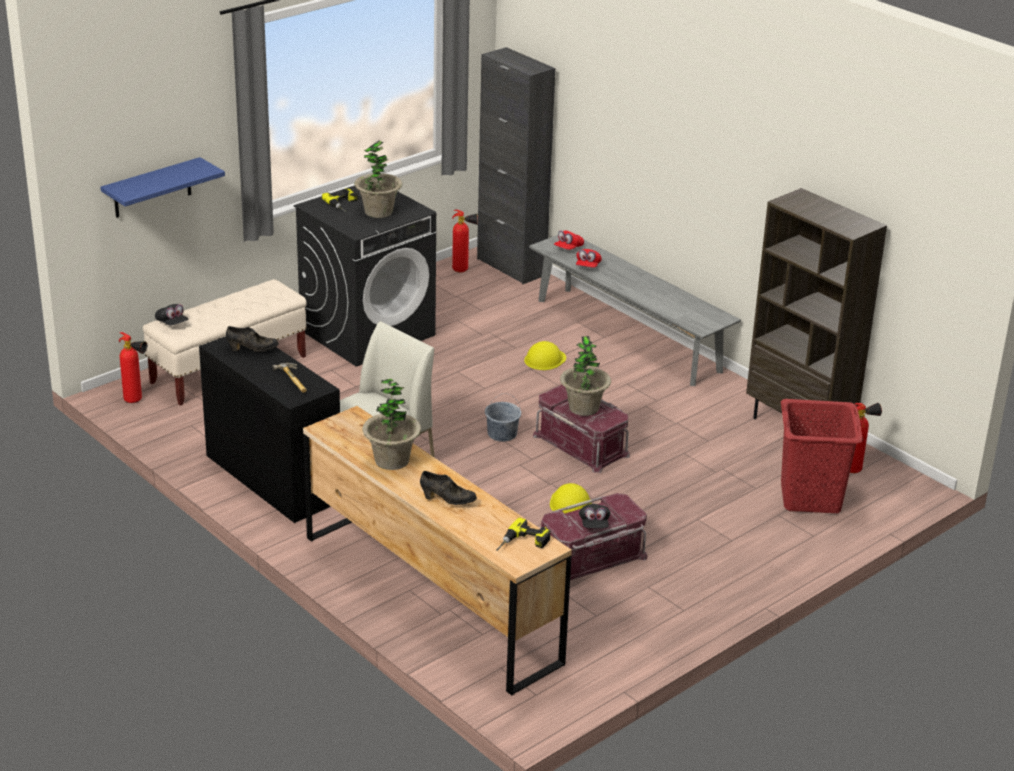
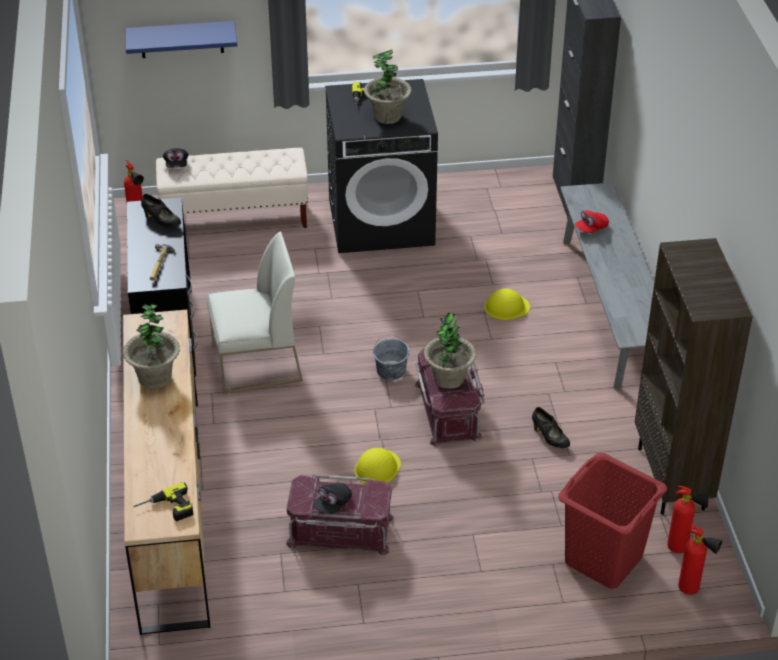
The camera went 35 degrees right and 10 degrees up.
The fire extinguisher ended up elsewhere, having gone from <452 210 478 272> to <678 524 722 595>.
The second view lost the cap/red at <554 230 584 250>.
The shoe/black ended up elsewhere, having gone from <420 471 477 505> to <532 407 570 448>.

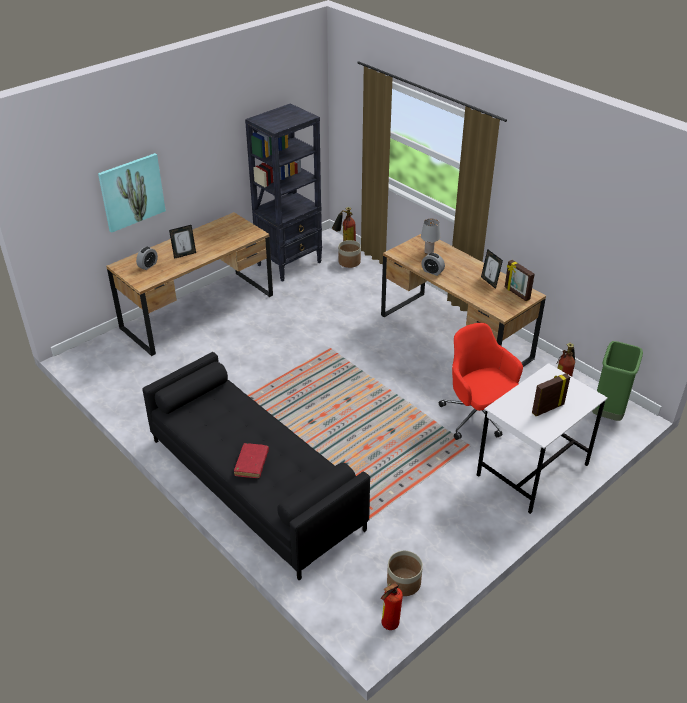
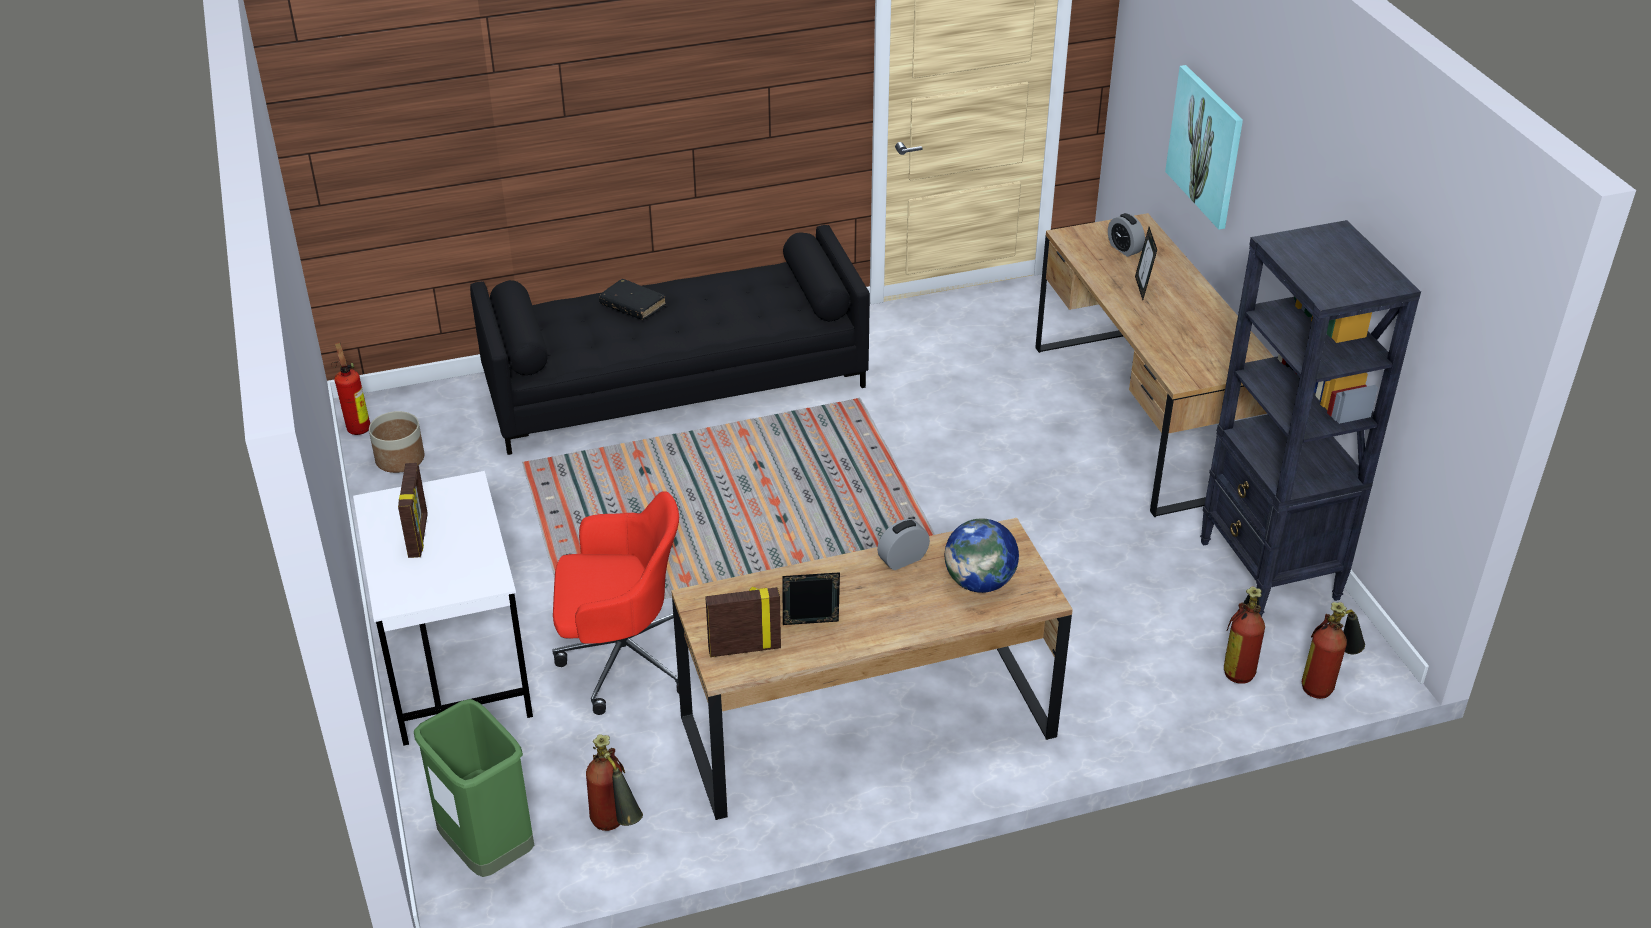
The camera went 115 degrees right and 0 degrees up.
Where the table lamp/grey stood at <421 219 440 254>, the globe came to stand at <945 518 1019 593>.
Where the planter stood at <338 240 361 268>, the fire extinguisher came to stand at <1224 587 1265 684>.
What was the book/red at <234 443 269 478> turned into the book/black at <599 279 666 320>.

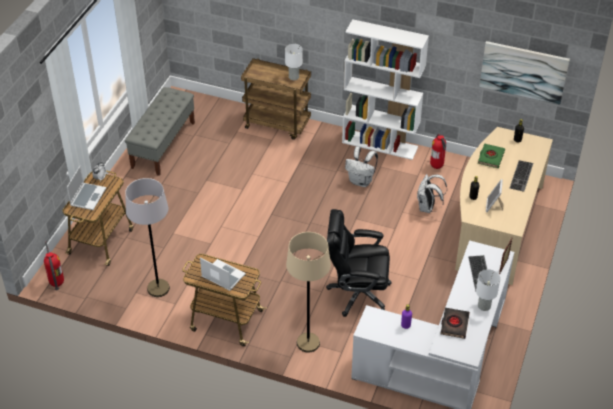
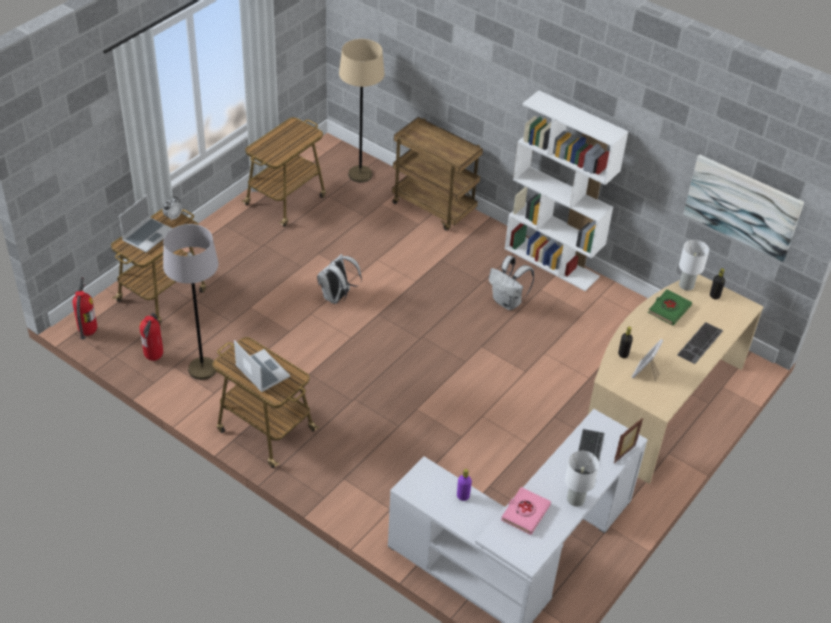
The camera went 15 degrees right and 0 degrees up.
The table lamp/white ended up elsewhere, having gone from <285 44 303 80> to <679 240 709 291>.
Where the bench/grey stood at <125 87 195 176>, the cart came to stand at <242 117 326 227>.
The fire extinguisher ended up elsewhere, having gone from <430 134 446 169> to <140 313 163 361>.
The backpack/white ended up elsewhere, having gone from <417 174 447 213> to <317 254 362 304>.
The second view lost the office chair/black at <326 209 392 317>.
The floor lamp/beige ended up elsewhere, having gone from <286 232 331 353> to <339 39 385 183>.
What was the book/black at <440 308 470 339> turned into the book/pink at <501 487 551 535>.

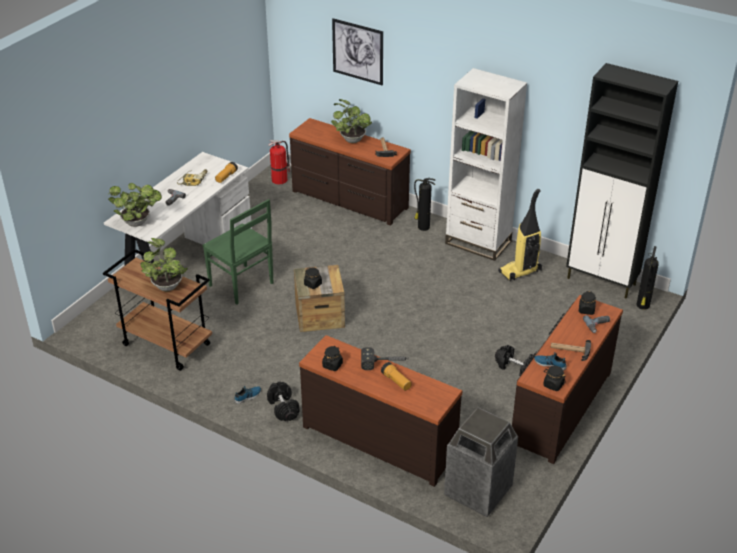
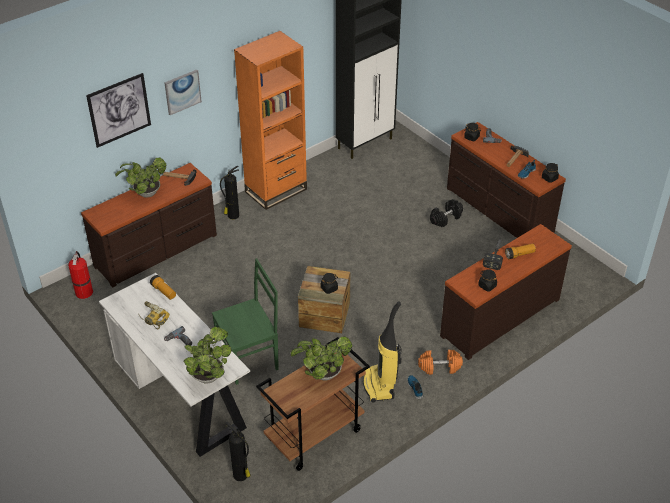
The camera went 70 degrees left and 5 degrees up.
What was the bookcase/white at <445 68 527 261> turned into the bookcase/orange at <234 31 307 210>.
The vacuum cleaner ended up elsewhere, having gone from <498 189 542 281> to <363 301 402 402>.
The fire extinguisher ended up elsewhere, having gone from <637 246 659 310> to <225 422 251 481>.
What was the dumbbell/black at <267 381 299 421> turned into the dumbbell/orange at <418 350 463 375>.
The second view lost the trash can at <444 407 518 517>.
The second view gained the picture at <165 69 202 115>.

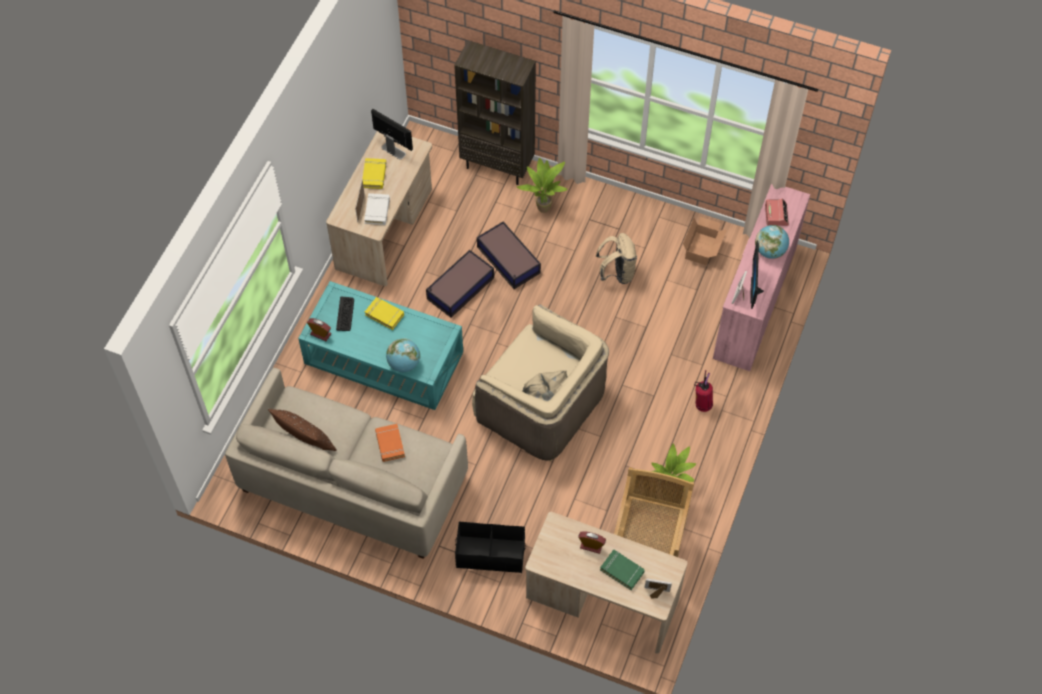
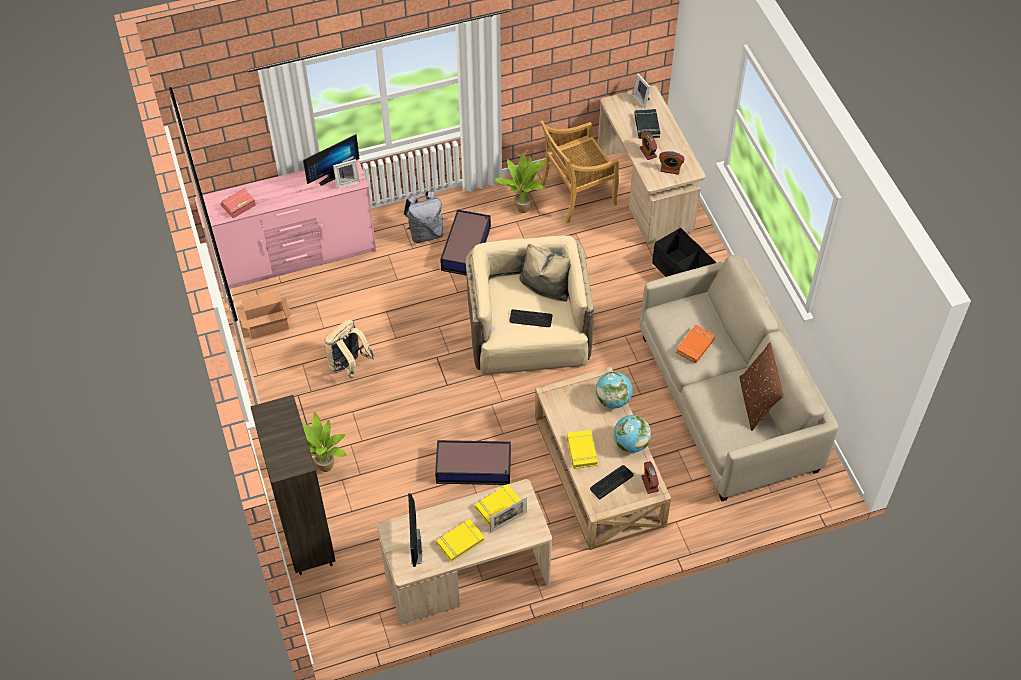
The camera went 130 degrees left and 5 degrees down.
What was the book/white at <364 193 390 225> turned into the book/yellow at <475 484 520 526>.
The storage box ended up elsewhere, having gone from <477 221 541 289> to <440 210 491 275>.
The globe ended up elsewhere, having gone from <755 225 789 259> to <614 415 651 453>.
What was the coffee table/turquoise at <298 281 463 410> turned into the coffee table/beige at <535 367 671 550>.
Where the fire extinguisher stood at <694 370 713 412>, the backpack/grey came to stand at <404 191 443 243>.
What was the book/green at <600 550 645 590> turned into the book/black at <634 109 660 139>.
The second view gained the alarm clock at <659 151 684 175>.
The second view gained the keyboard at <510 309 552 327>.

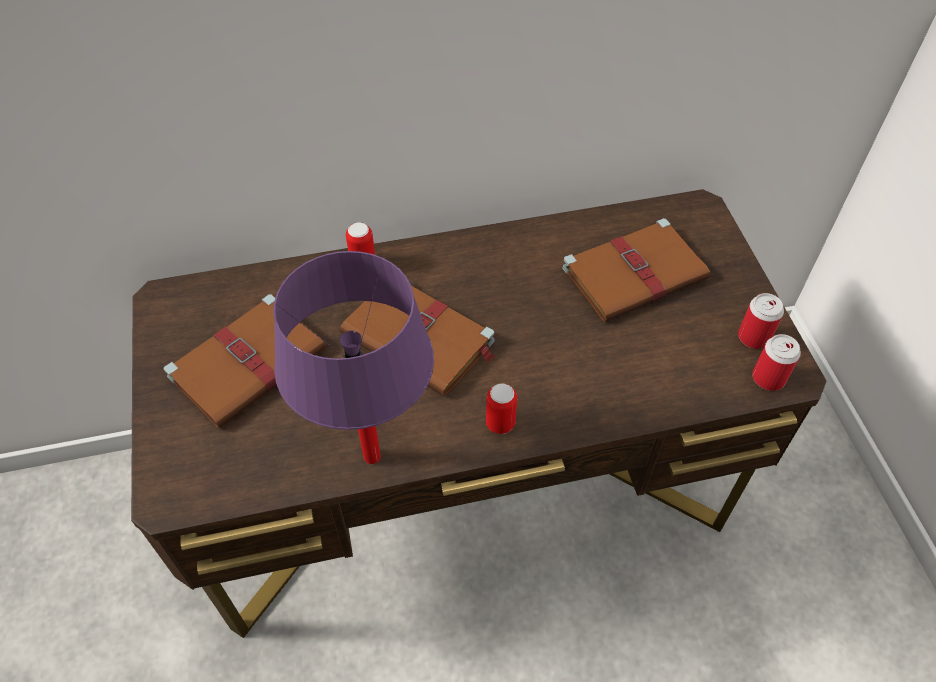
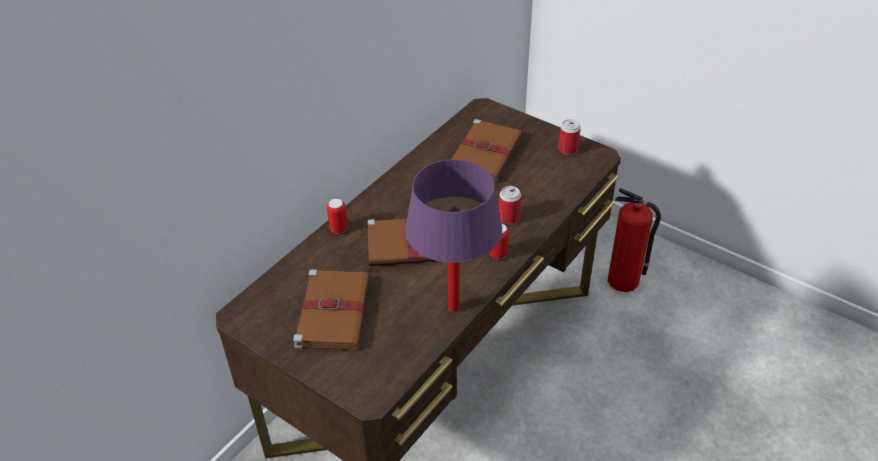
The camera went 40 degrees left and 10 degrees down.
The can ended up elsewhere, having gone from <752 334 801 391> to <499 186 521 224>.
The second view gained the fire extinguisher at <608 188 661 292>.

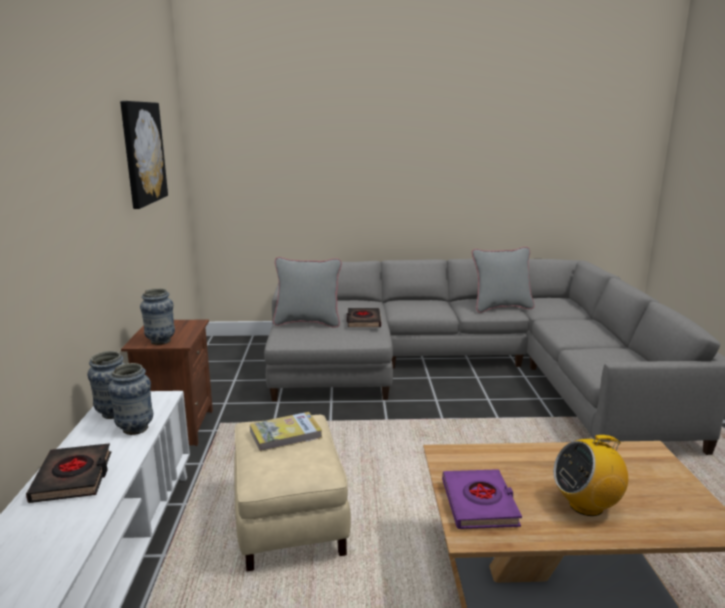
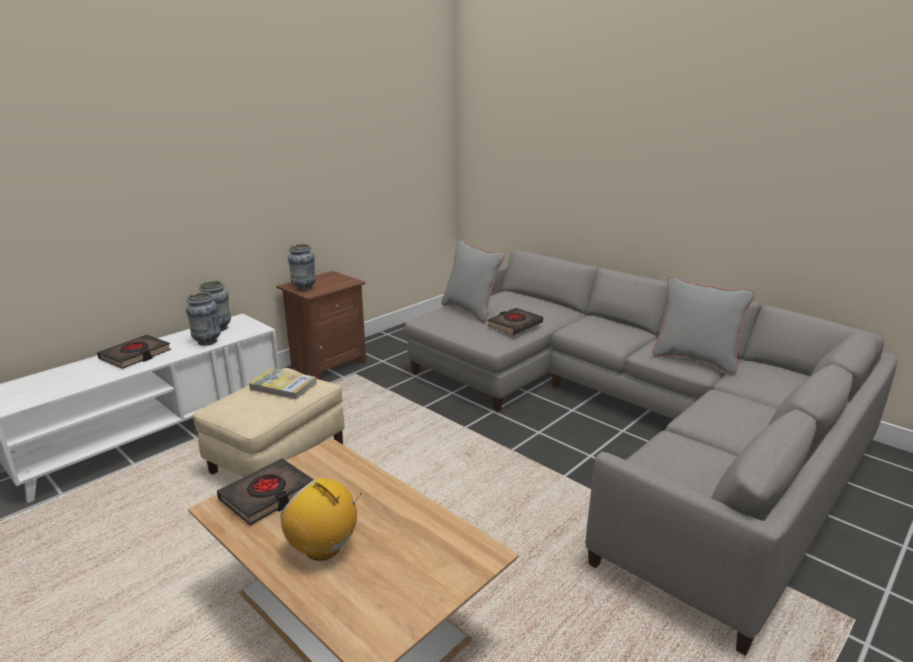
The camera went 45 degrees right and 5 degrees up.
The second view lost the picture at <120 101 168 209>.
What was the book/purple at <442 469 522 529> turned into the book/black at <217 458 314 525>.

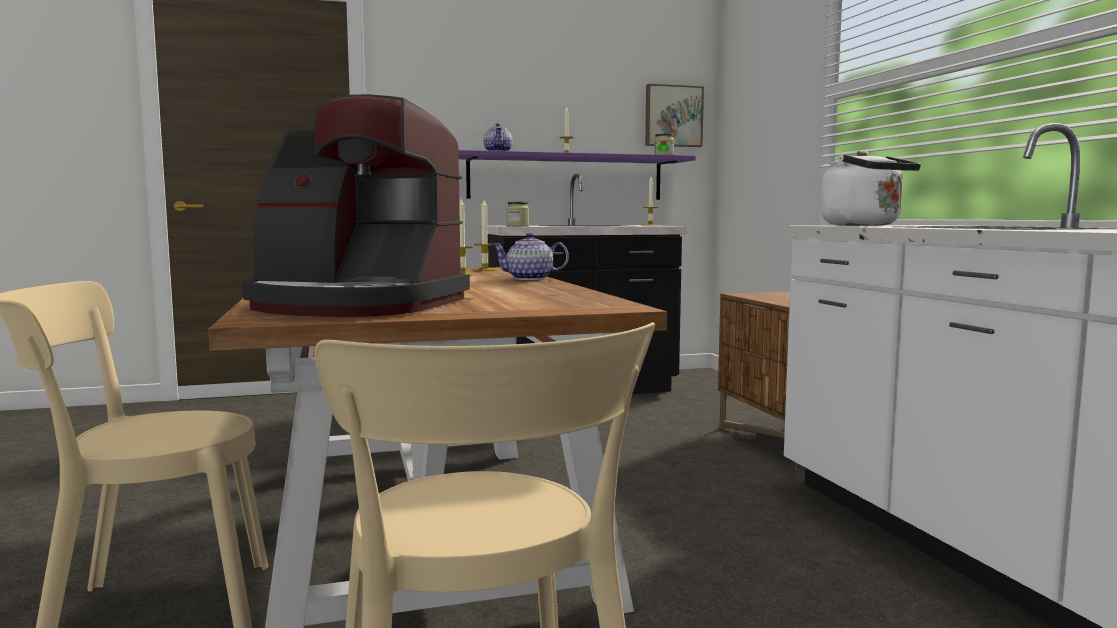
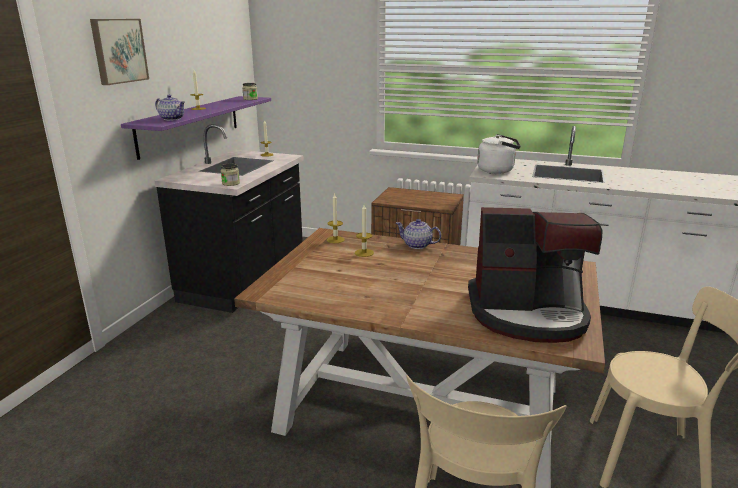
The camera went 55 degrees left and 15 degrees up.
The picture ended up elsewhere, having gone from <645 84 704 147> to <90 19 149 85>.
The coffee machine at <242 94 470 317> ended up facing another way, 45 degrees clockwise from before.
The teapot at <491 233 569 280> ended up facing another way, 75 degrees clockwise from before.

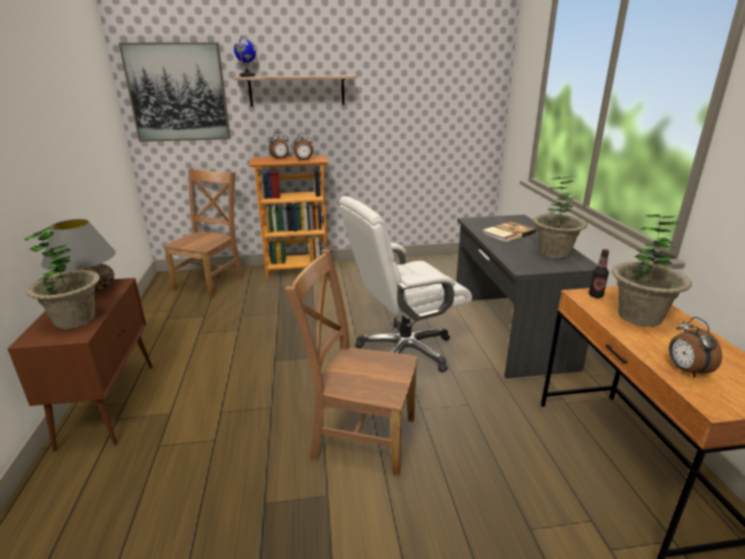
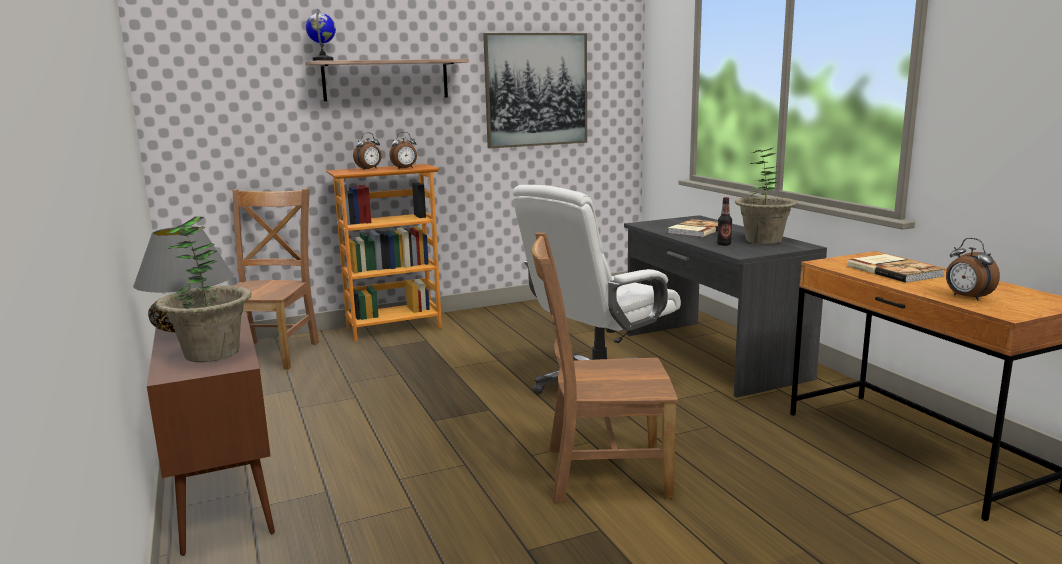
The camera went 15 degrees left and 10 degrees down.
The picture ended up elsewhere, having gone from <119 42 231 142> to <483 33 587 148>.
Where the potted plant stood at <612 214 692 327>, the book came to stand at <847 254 946 283>.
The bottle ended up elsewhere, having gone from <589 249 609 298> to <717 197 732 246>.

